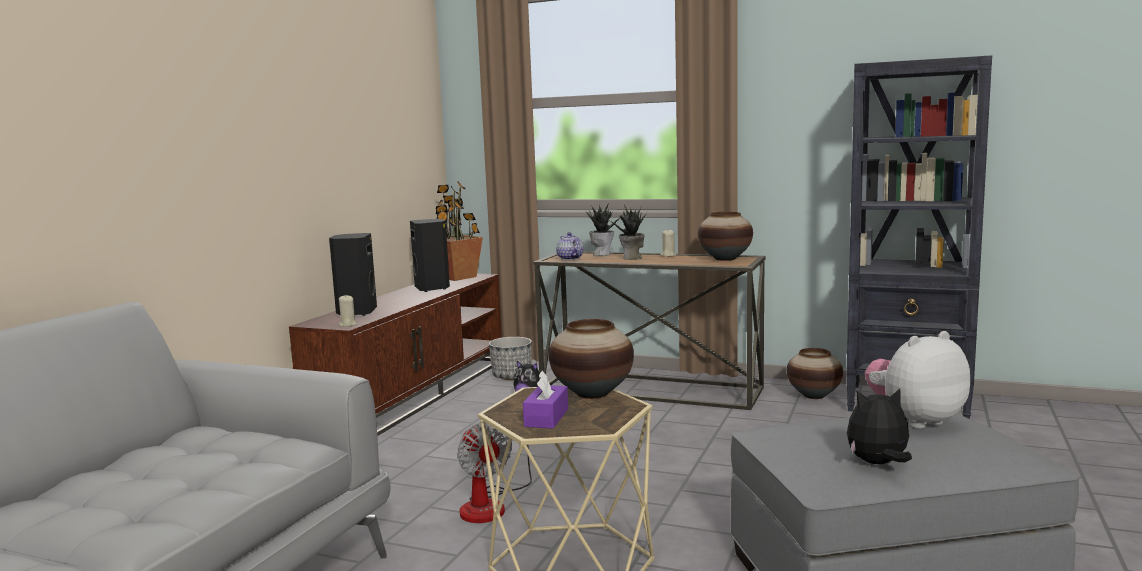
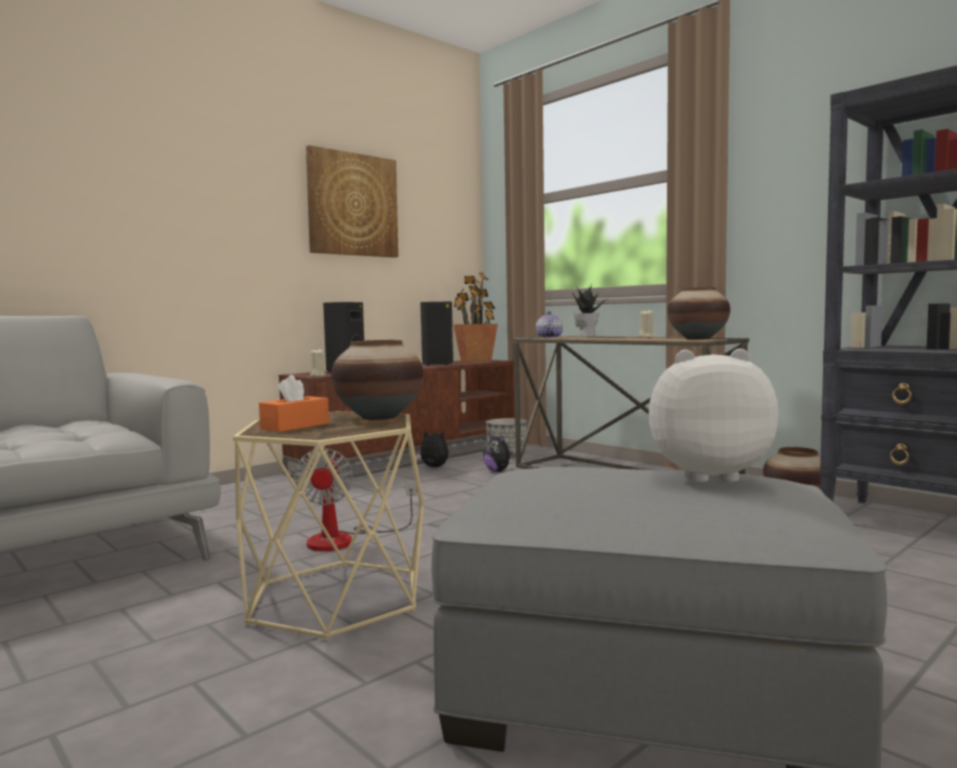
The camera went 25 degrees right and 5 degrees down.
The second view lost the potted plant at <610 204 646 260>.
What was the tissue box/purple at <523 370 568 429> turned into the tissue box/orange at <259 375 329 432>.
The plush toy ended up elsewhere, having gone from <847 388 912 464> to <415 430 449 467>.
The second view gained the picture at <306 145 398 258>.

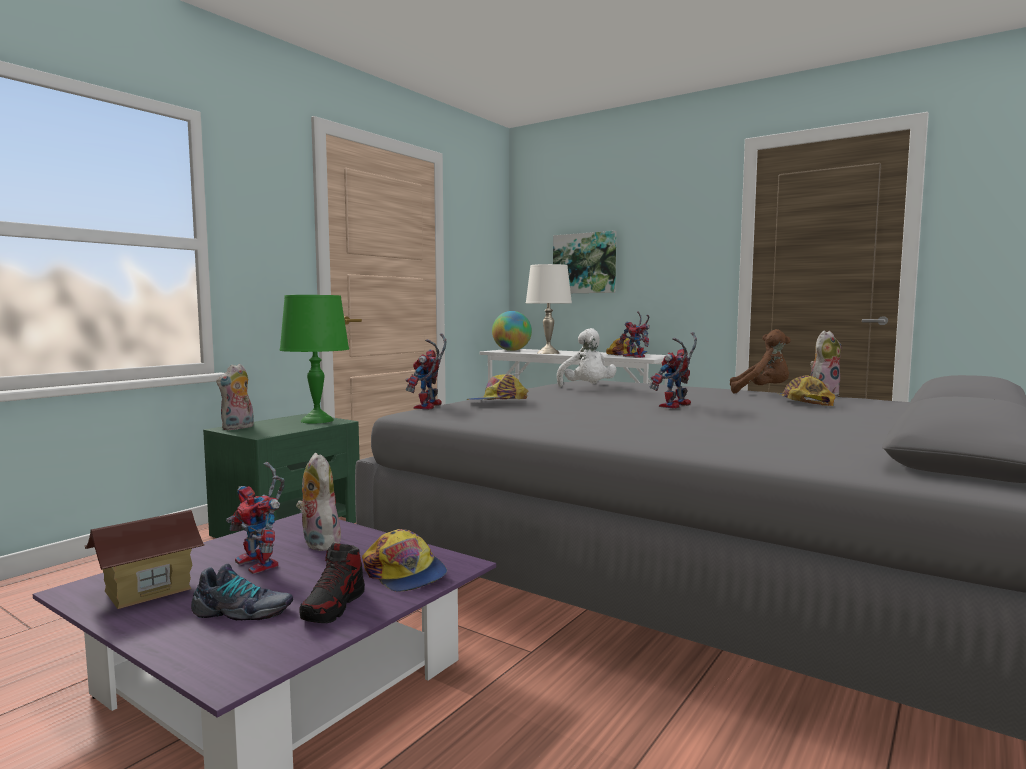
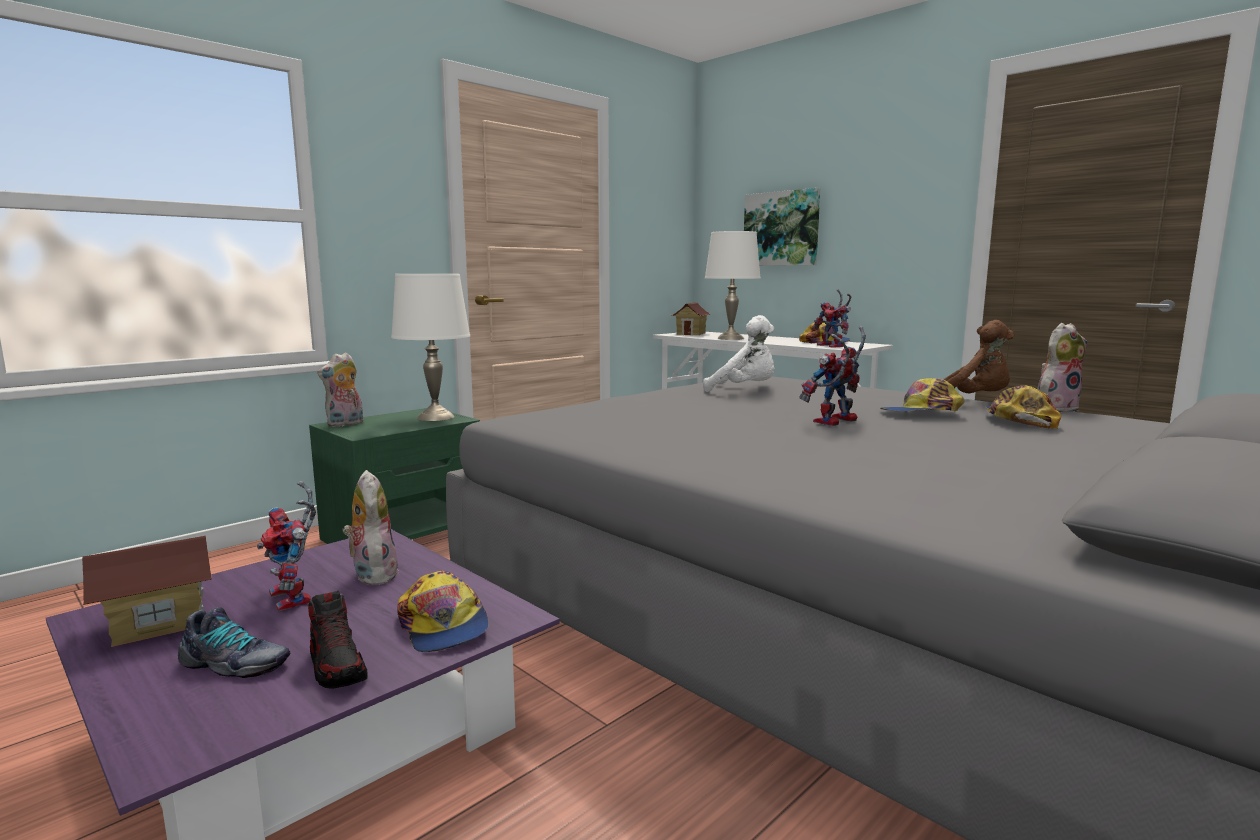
The camera went 10 degrees right and 5 degrees up.
What was the table lamp/green at <280 295 349 424> turned into the table lamp/white at <391 274 470 421>.
Where the globe stood at <492 311 532 351>, the toy house came to stand at <671 302 710 336>.
The plush toy/white at <557 328 617 387> ended up facing another way, 60 degrees counterclockwise from before.
The second view lost the toy robot at <406 333 447 409>.
The cap ended up elsewhere, having gone from <467 374 529 400> to <880 378 965 411>.
The shoe at <299 543 365 623> ended up facing another way, 60 degrees counterclockwise from before.

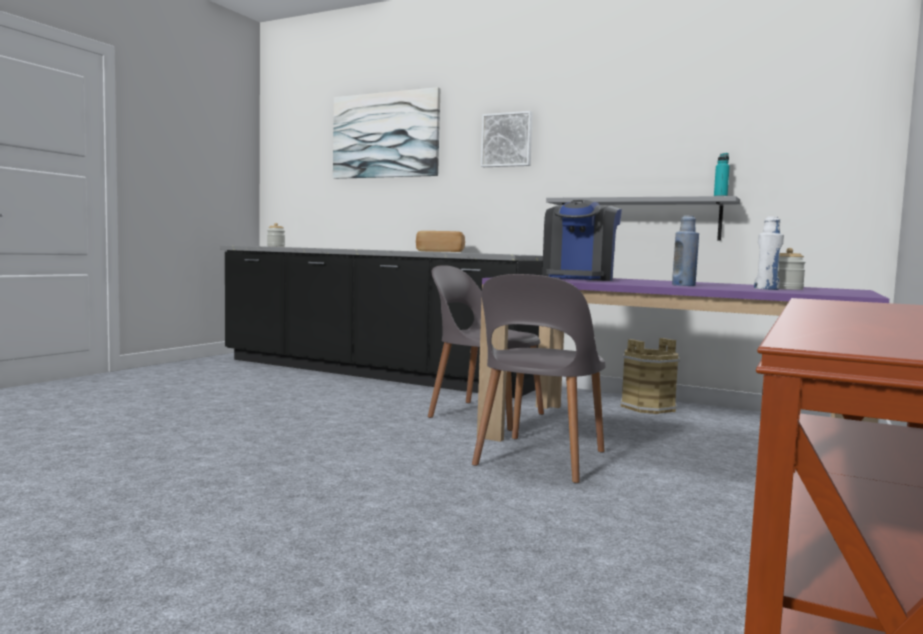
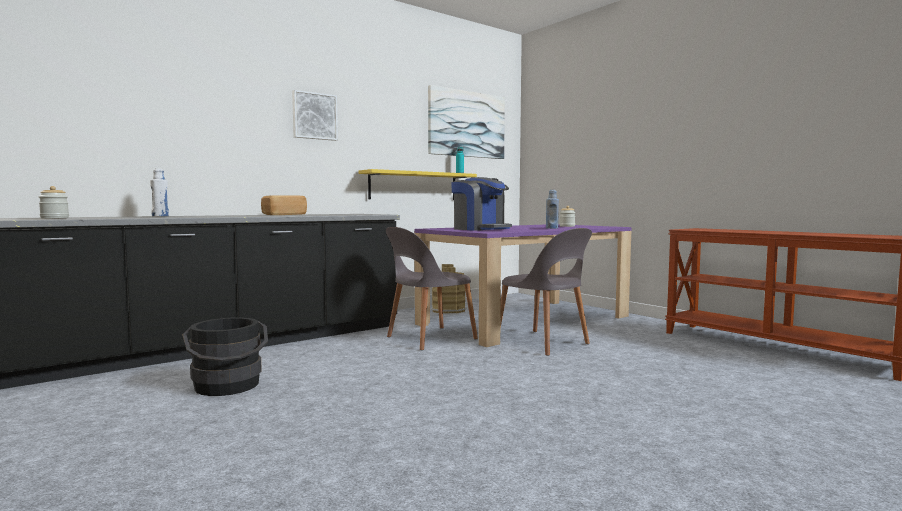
The camera went 65 degrees left and 0 degrees up.
The picture ended up elsewhere, having gone from <333 87 440 179> to <428 85 505 159>.
What was the shelf/grey at <546 196 740 241> turned into the shelf/yellow at <359 169 477 200>.
The bottle/white ended up elsewhere, having gone from <754 216 784 290> to <150 169 169 217>.
The second view gained the bucket/black at <183 318 268 396>.

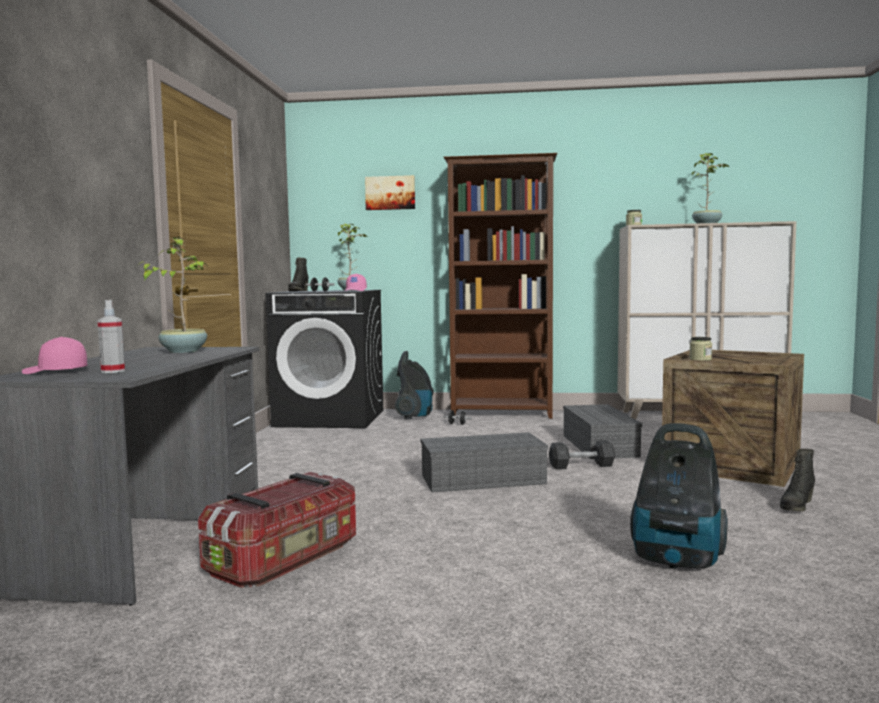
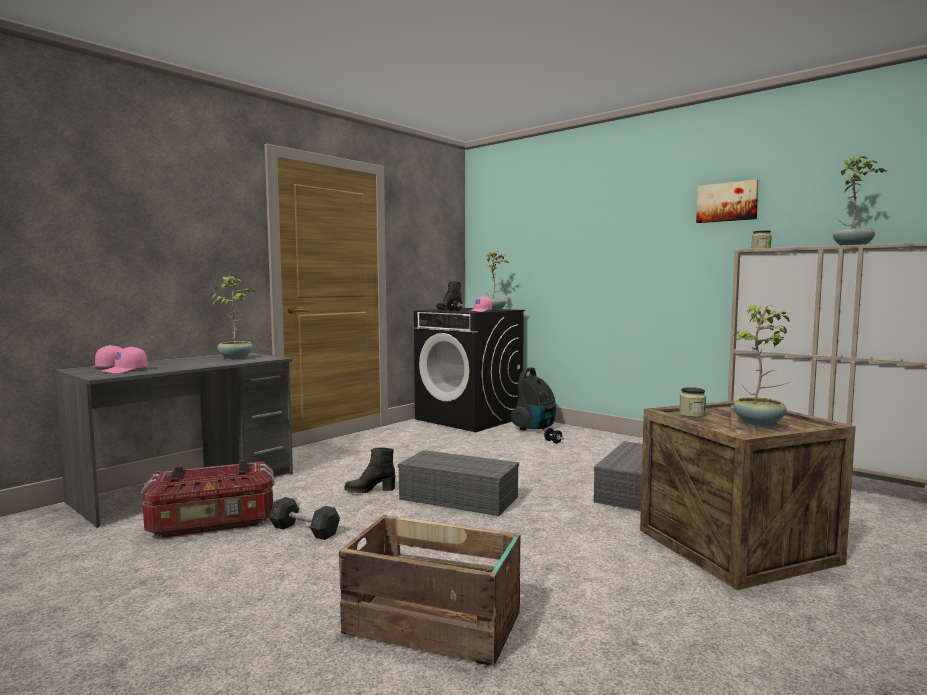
The camera went 35 degrees right and 0 degrees up.
The second view lost the bookcase/brown at <444 153 557 419>.
The picture ended up elsewhere, having gone from <365 175 415 210> to <696 180 759 223>.
Where the spray bottle stood at <97 300 125 373>, the cap/pink came to stand at <102 347 148 373>.
Where the vacuum cleaner stood at <630 423 728 569>, the crate came to stand at <339 515 520 666>.
The dumbbell/grey ended up elsewhere, having gone from <549 440 615 469> to <269 497 340 540>.
The boot/black ended up elsewhere, having gone from <780 449 815 511> to <344 448 395 493>.
The second view gained the potted plant at <733 305 790 426>.

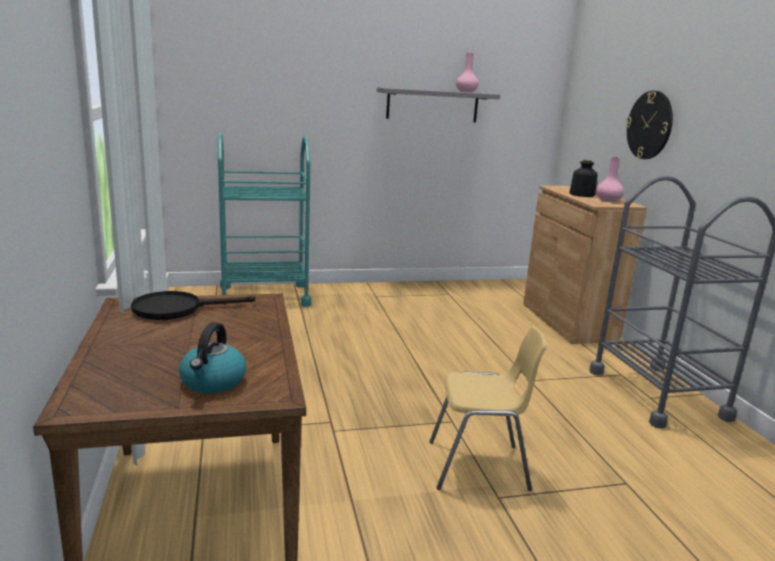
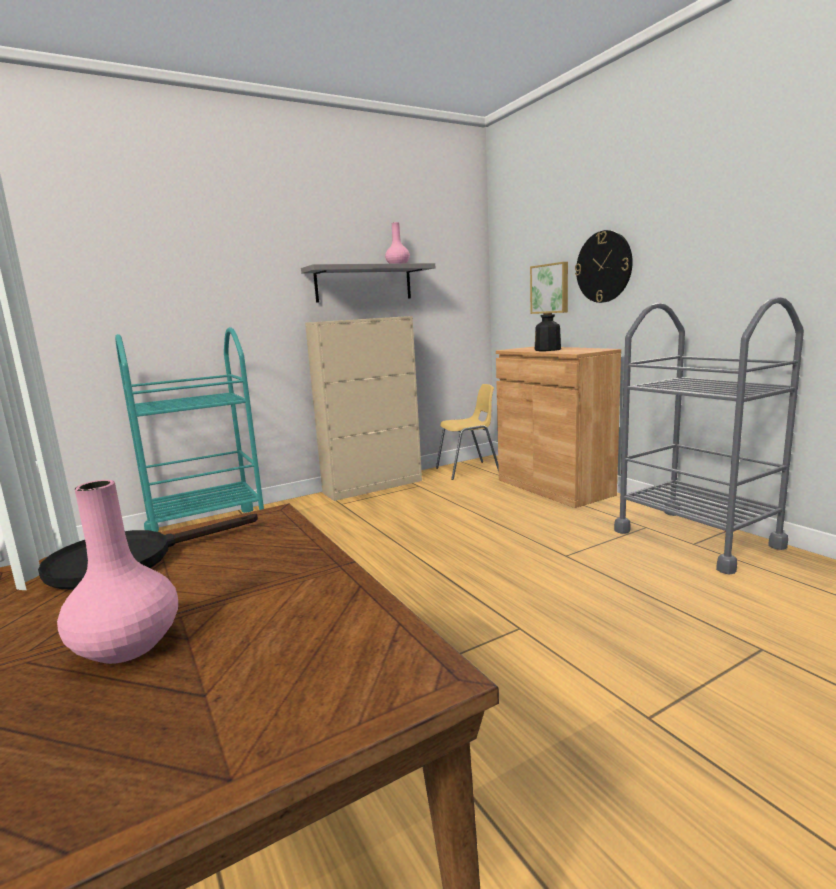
The camera went 15 degrees left and 5 degrees down.
The vase/pink ended up elsewhere, having gone from <596 157 624 202> to <57 480 178 664>.
The second view lost the kettle at <179 322 246 394>.
The chair/yellow ended up elsewhere, having gone from <429 326 547 491> to <436 384 499 480>.
The second view gained the picture at <530 262 568 314>.
The second view gained the cabinet/beige at <305 316 422 501>.

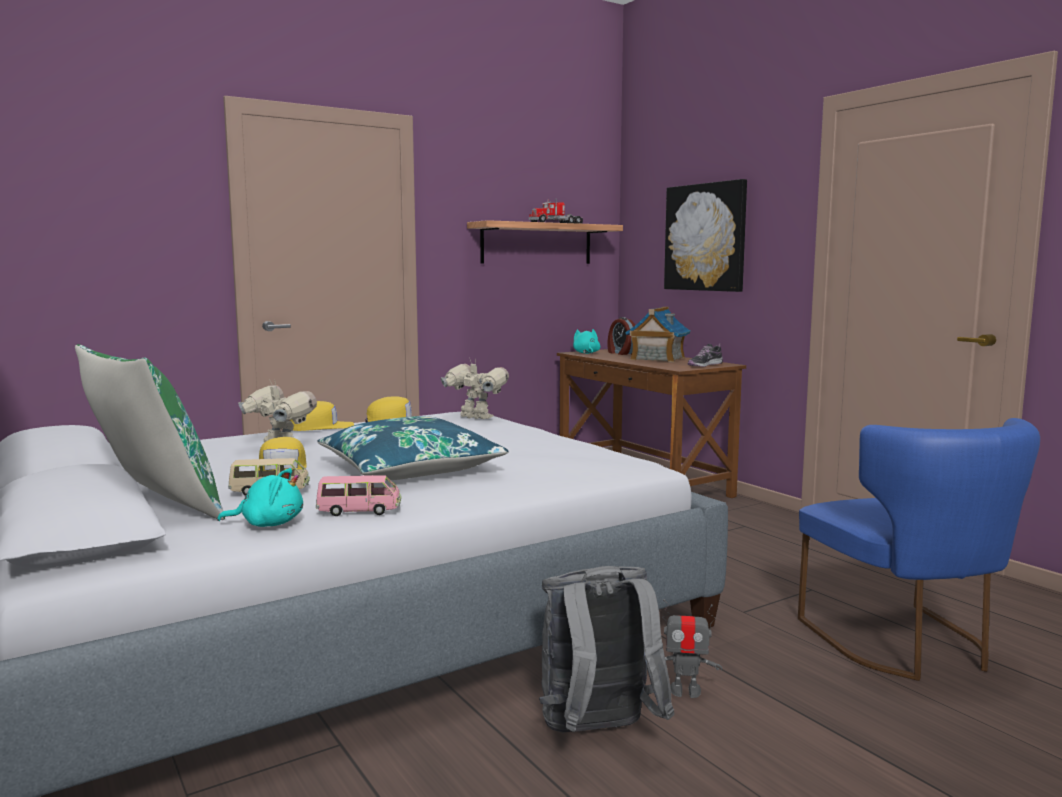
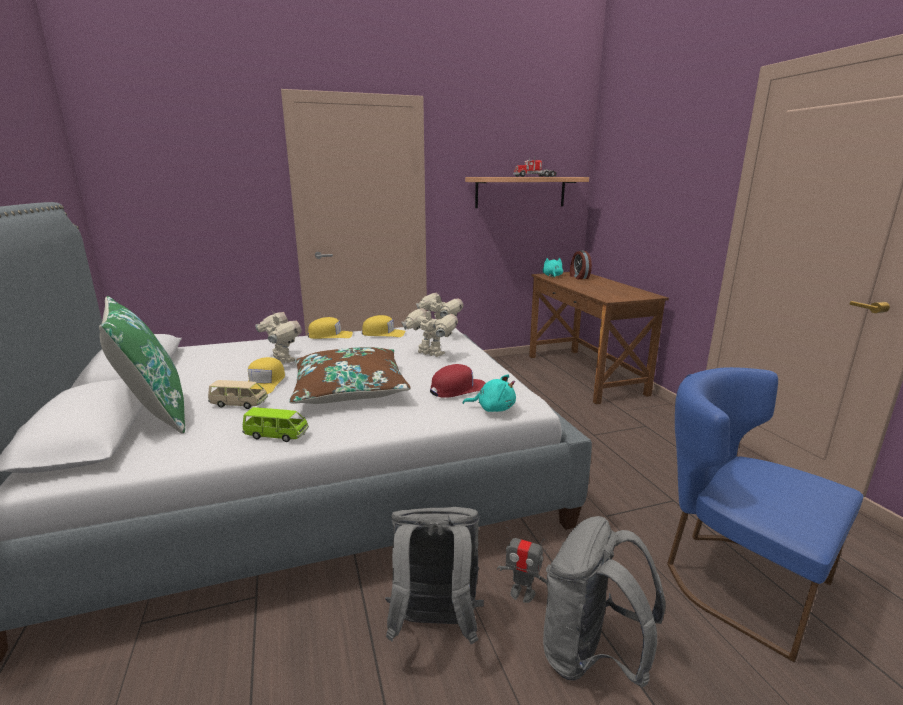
The camera went 15 degrees right and 10 degrees up.
The second view lost the picture at <664 179 747 292>.
The second view lost the toy house at <625 307 691 362>.
The second view lost the shoe at <688 344 723 367>.
What was the pillow/blue at <318 416 508 480> turned into the pillow/brown at <289 347 411 404>.
The chair/blue at <798 418 1040 681> ended up facing another way, 135 degrees clockwise from before.
The plush toy/turquoise ended up elsewhere, having gone from <217 468 303 527> to <462 374 516 412>.
What was the toy car/pink at <316 475 401 516> turned into the toy car/green at <242 407 309 442>.
The second view gained the toy robot at <401 307 458 357>.
The second view gained the cap/red at <430 364 486 398>.
The second view gained the backpack/grey at <543 516 666 687>.

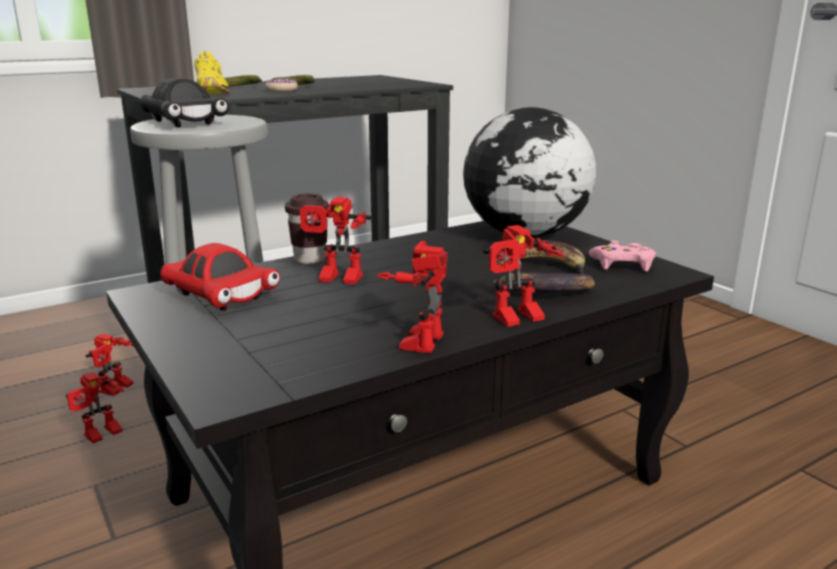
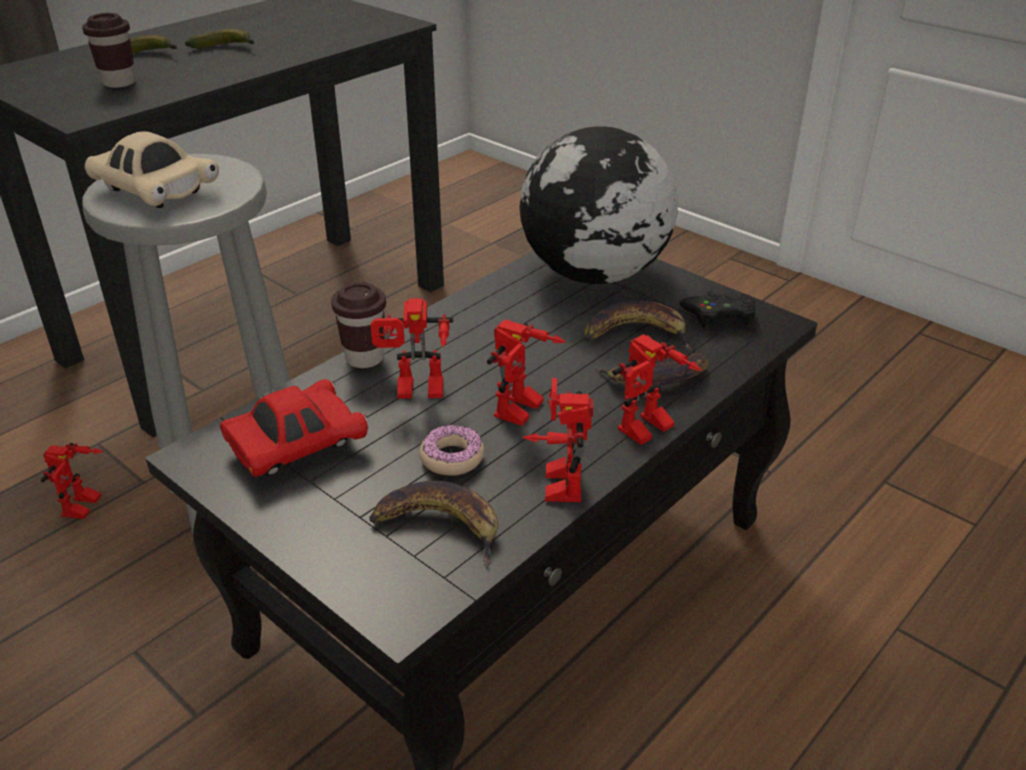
The camera went 15 degrees left and 15 degrees up.
Where the shoe/yellow stood at <194 51 230 94>, the cup/brown came to stand at <82 13 135 88>.
What was the toy car/black at <140 78 229 128> turned into the toy car/beige at <85 131 219 208>.
The donut ended up elsewhere, having gone from <265 78 298 92> to <419 425 484 476>.
What was the game controller/pink at <589 240 656 271> turned into the game controller/black at <679 291 756 330>.
The toy car/red at <160 243 280 311> ended up facing another way, 60 degrees counterclockwise from before.
The toy robot ended up elsewhere, having gone from <66 372 124 443> to <487 320 566 426>.
The second view gained the banana at <369 481 498 567>.

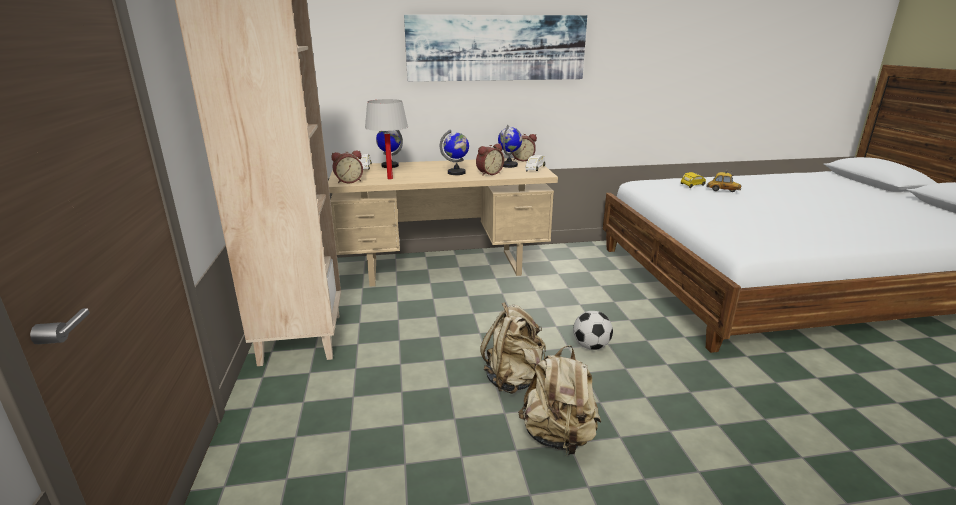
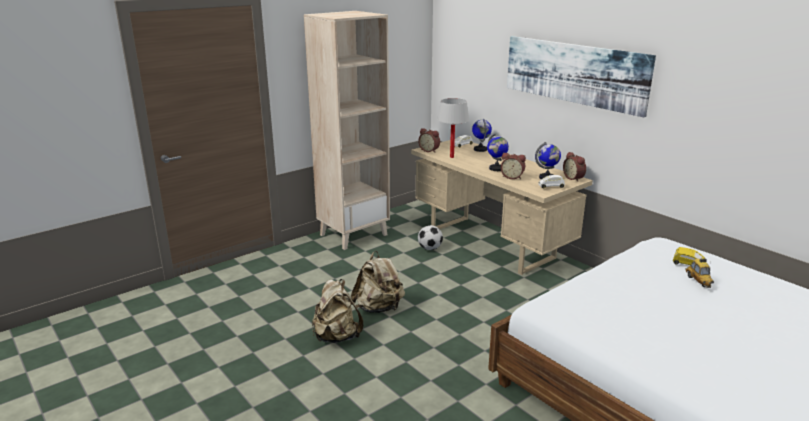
The camera went 60 degrees right and 0 degrees up.
The football ended up elsewhere, having gone from <573 311 613 350> to <418 225 443 250>.

